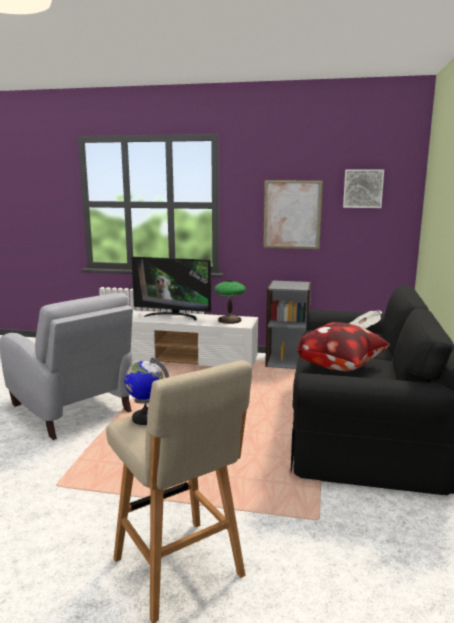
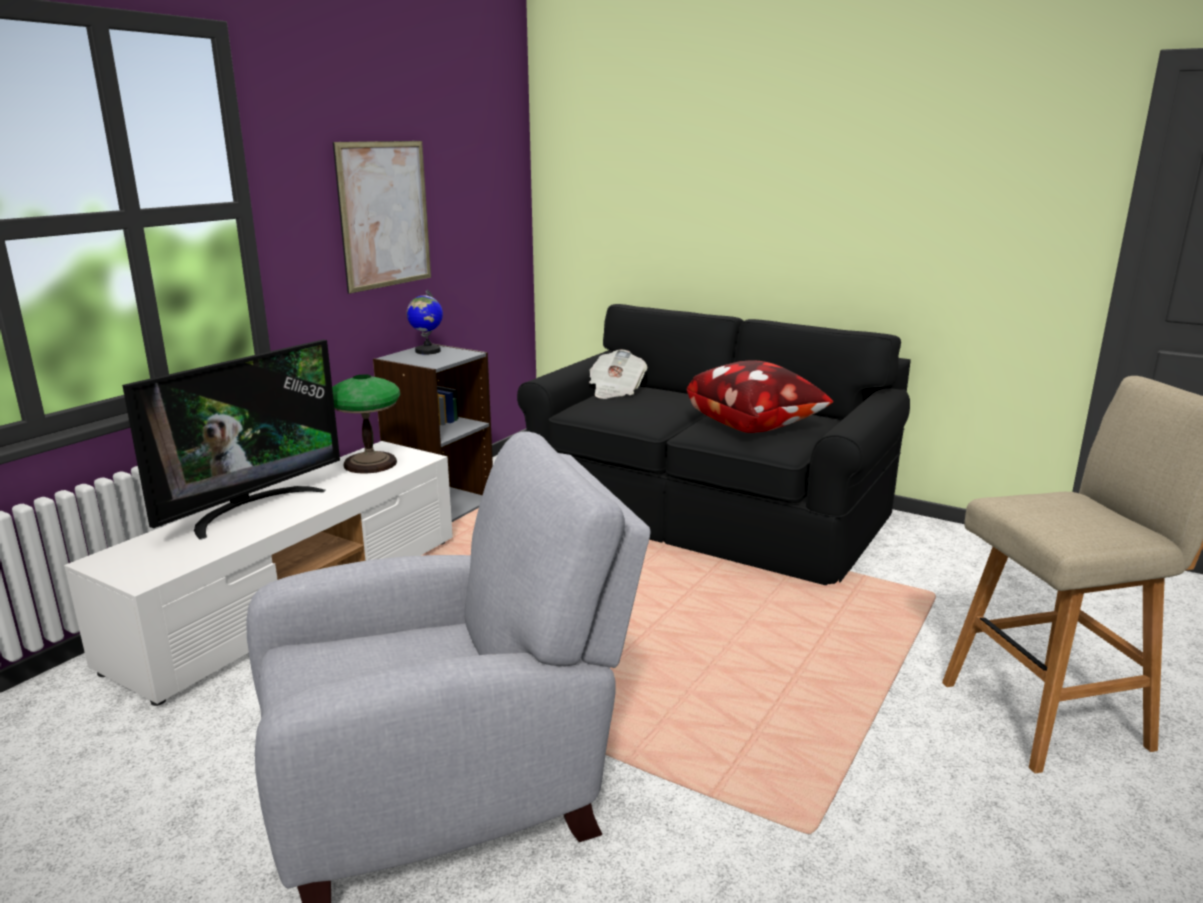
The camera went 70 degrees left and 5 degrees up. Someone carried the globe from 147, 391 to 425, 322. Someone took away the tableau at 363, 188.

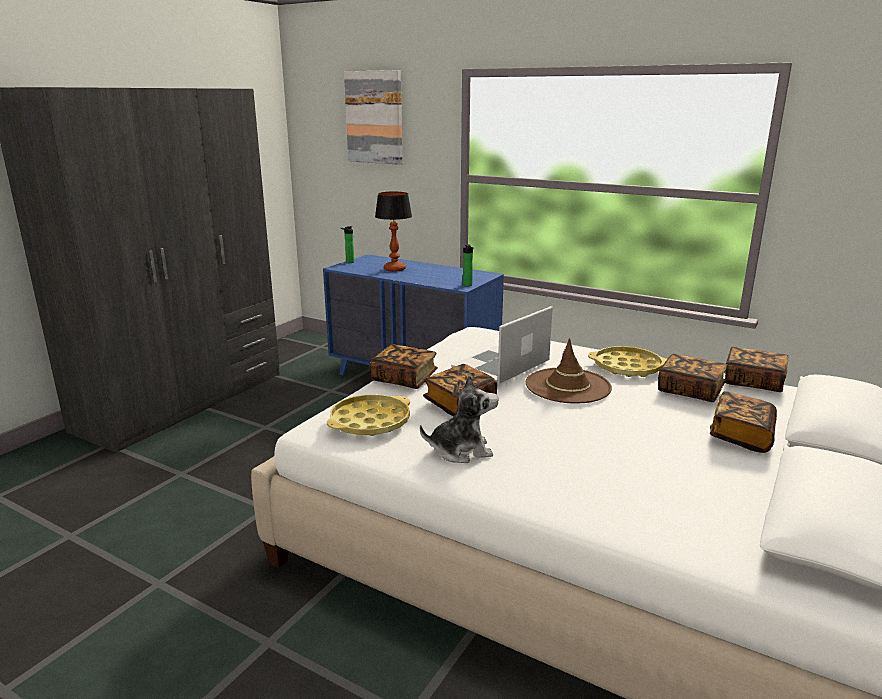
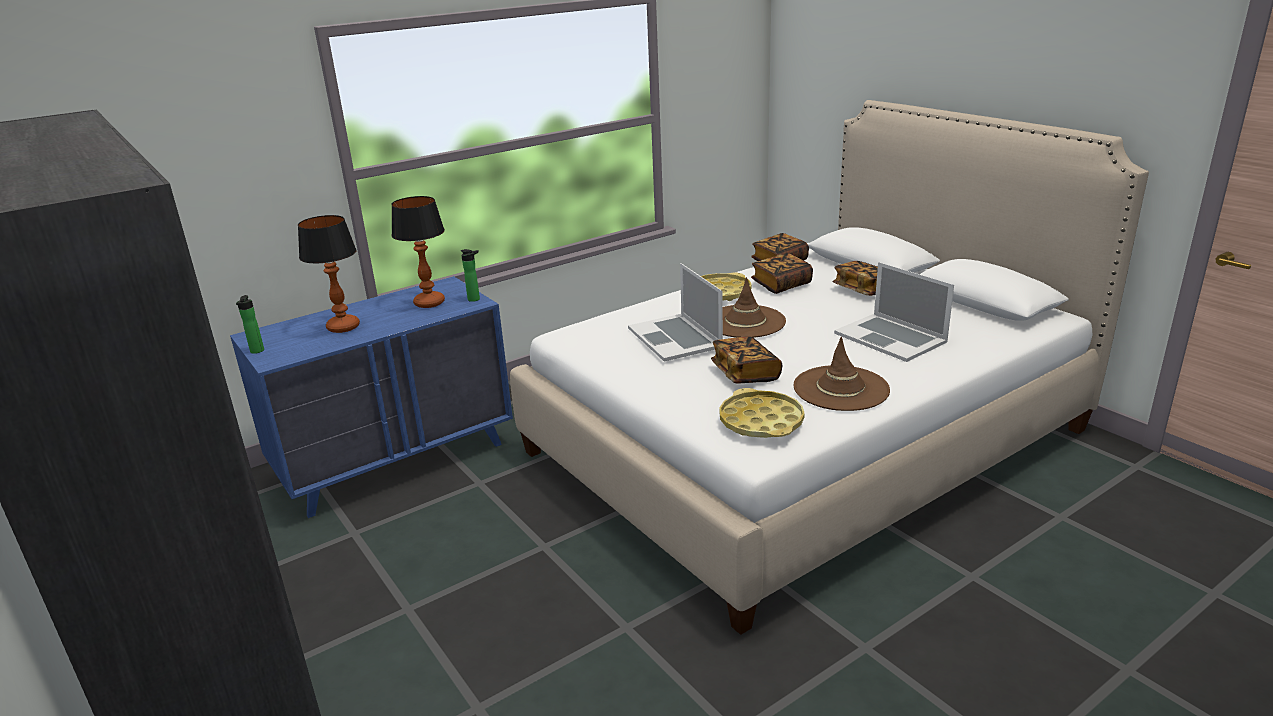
The camera went 65 degrees left and 5 degrees up. Someone took away the tableau at 373, 117. Someone took away the livre at 403, 366. Someone swapped the peluche at 459, 418 for the chapeau/marron at 842, 374. Someone put down the lampe de table at 418, 252. Someone put down the ordinateur portable at 894, 312.

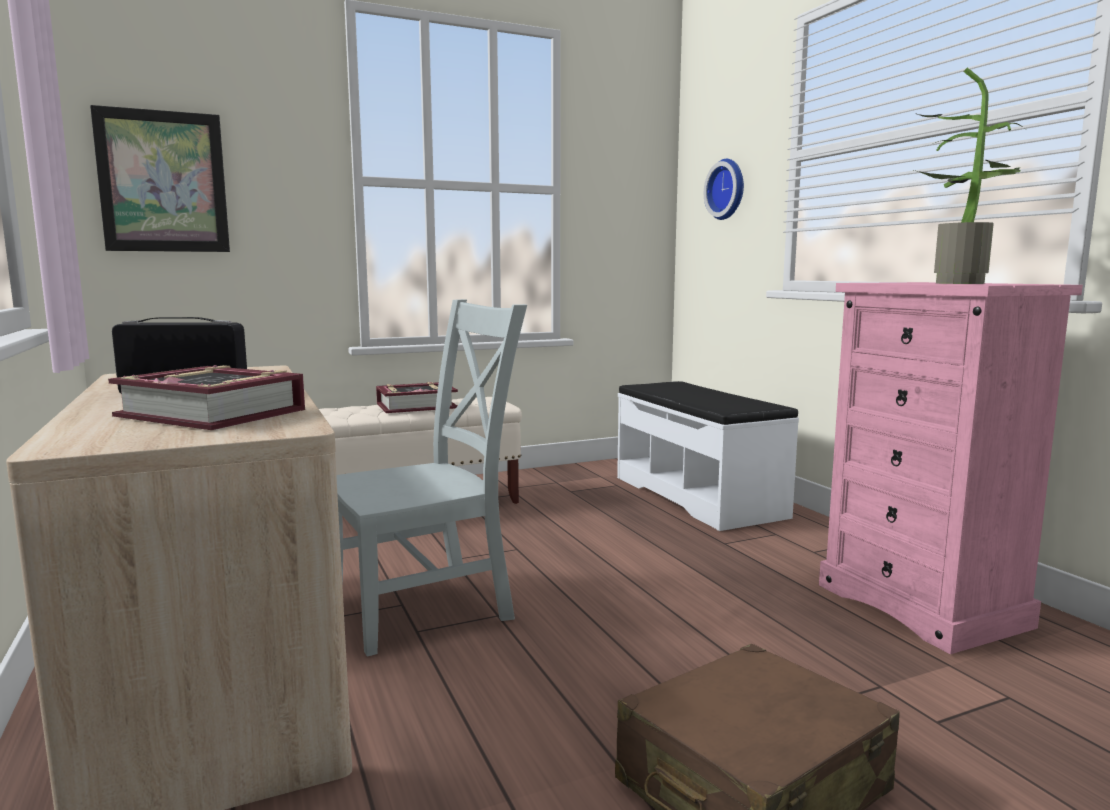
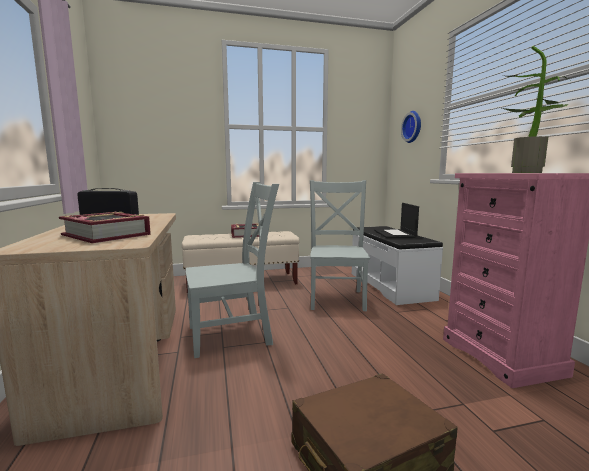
The camera went 10 degrees right and 0 degrees up. Someone took away the tableau at 160, 178. Someone put down the chaise/gris at 340, 245. Someone put down the ordinateur portable at 396, 220.

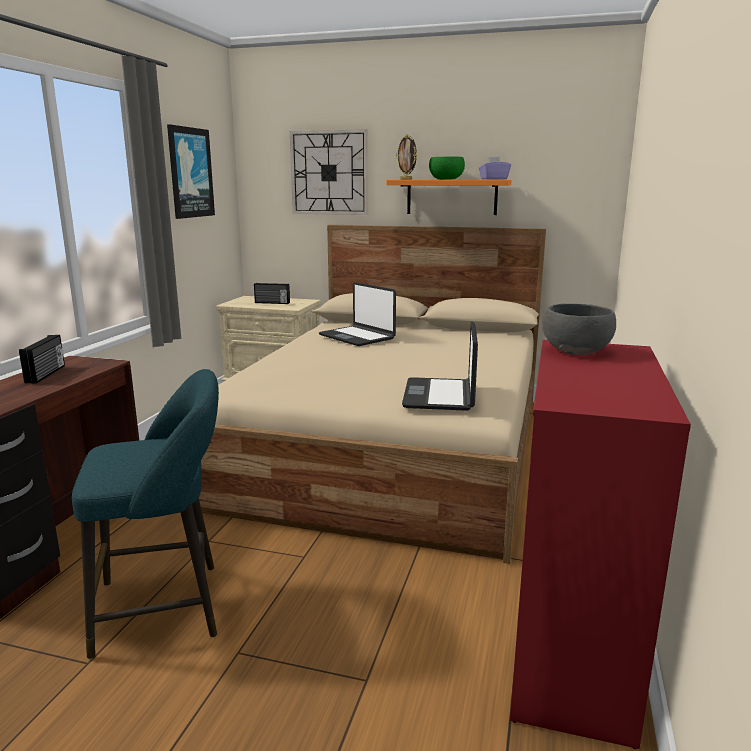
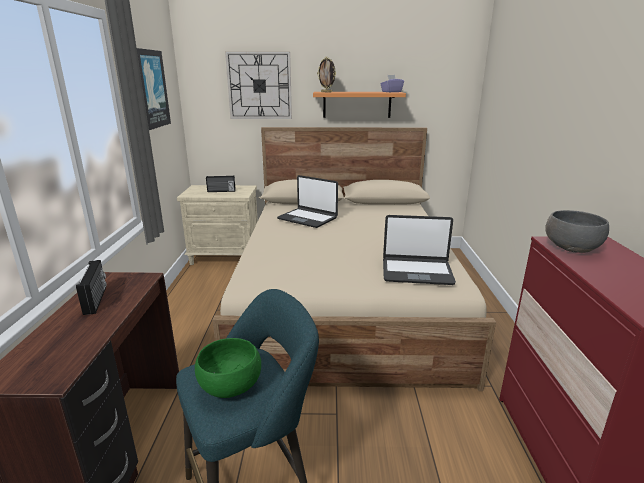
The camera went 15 degrees left and 5 degrees up. Someone rotated the ordinateur portable at 440, 366 by 75 degrees counterclockwise. Someone carried the bol/vert from 447, 168 to 228, 368.

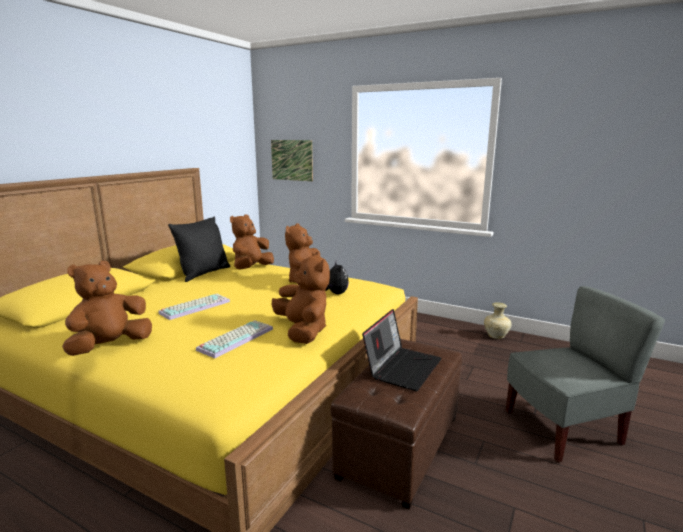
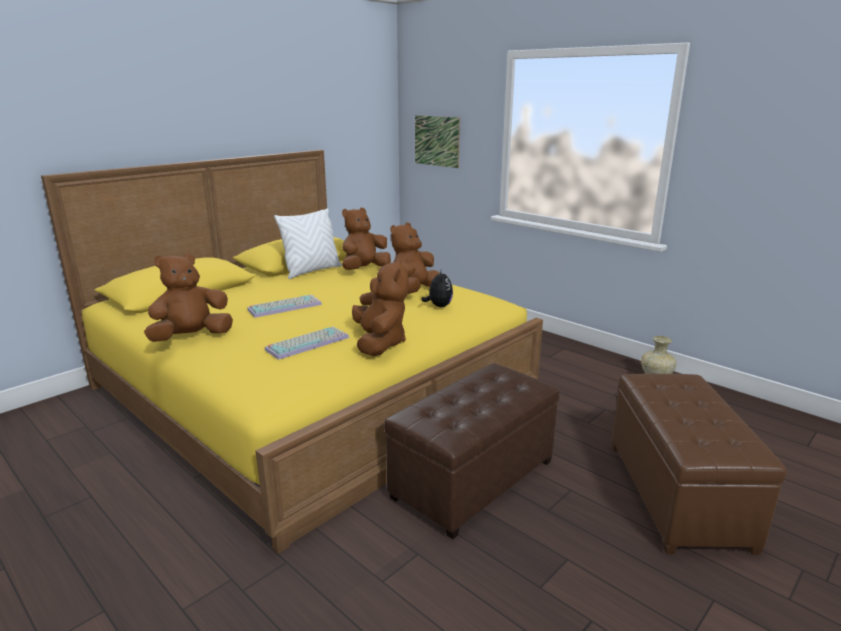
The camera went 15 degrees right and 5 degrees up. Someone repainted the coussin/noir at 199, 249, which became the coussin/blanc at 308, 243. Someone took away the ordinateur portable at 402, 350. Someone swapped the chaise/gris at 585, 374 for the pouf/marron at 699, 464.

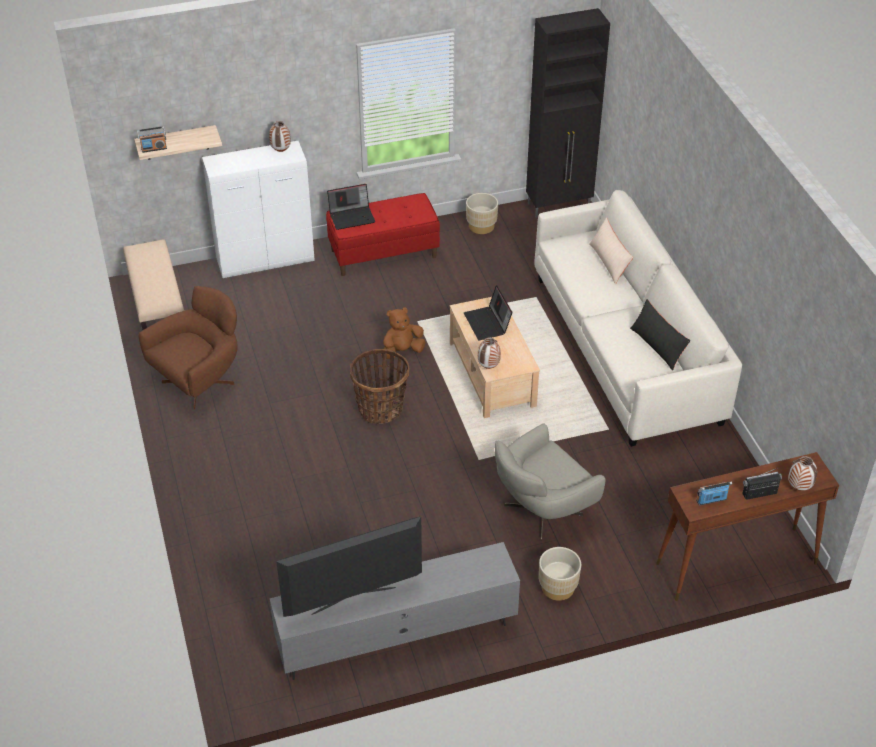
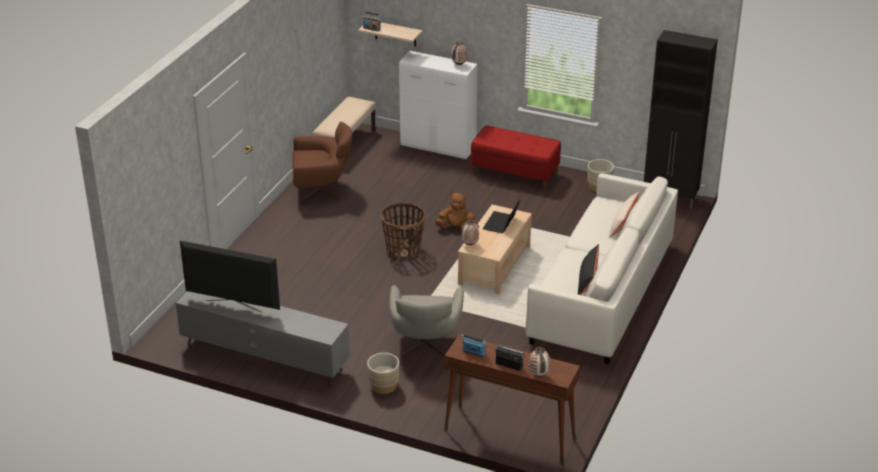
The camera went 40 degrees right and 10 degrees down. Someone took away the ordinateur portable at 351, 207. Someone rotated the fauteuil/gris at 550, 482 by 90 degrees counterclockwise.

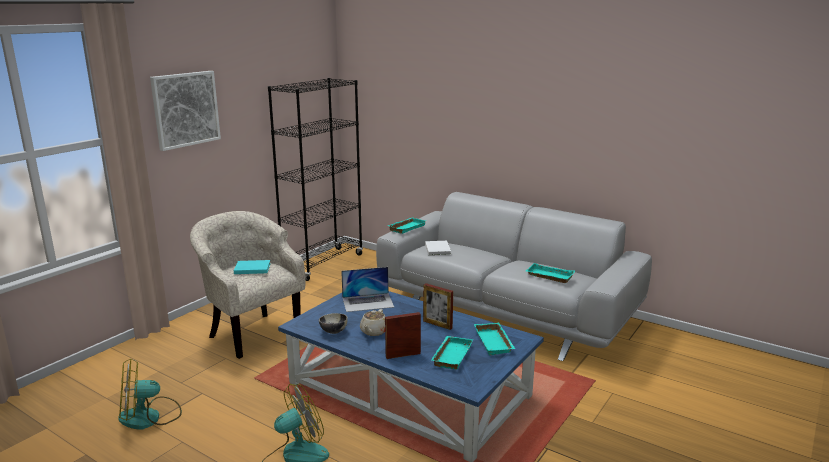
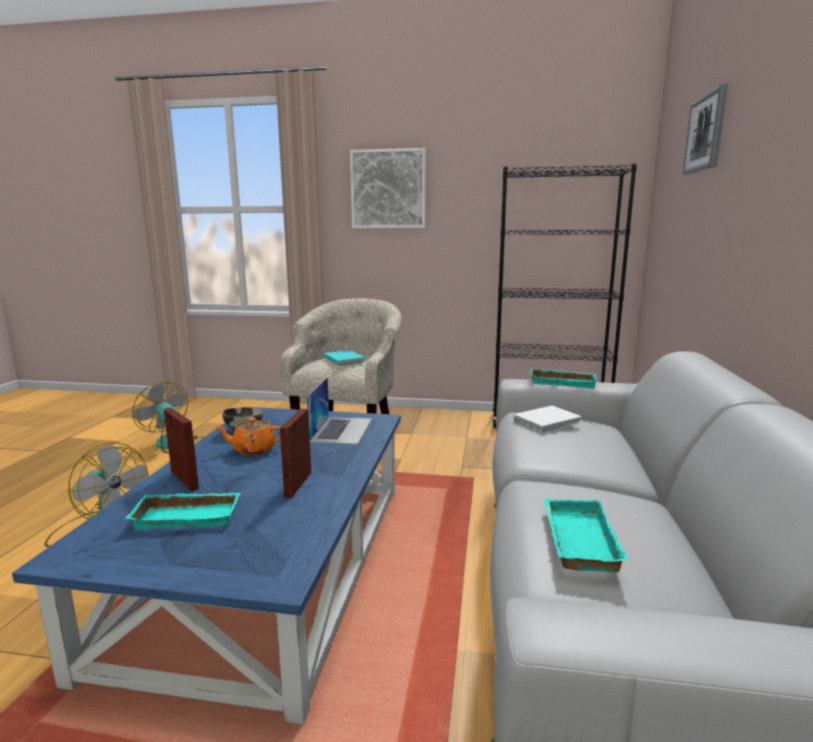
The camera went 65 degrees right and 5 degrees down. Someone rotated the ordinateur portable at 367, 289 by 135 degrees counterclockwise. Someone repainted the théière/beige at 373, 322, which became the théière/orange at 248, 436. Someone took away the plateau/turquoise at 494, 339. Someone put up the tableau at 705, 129.

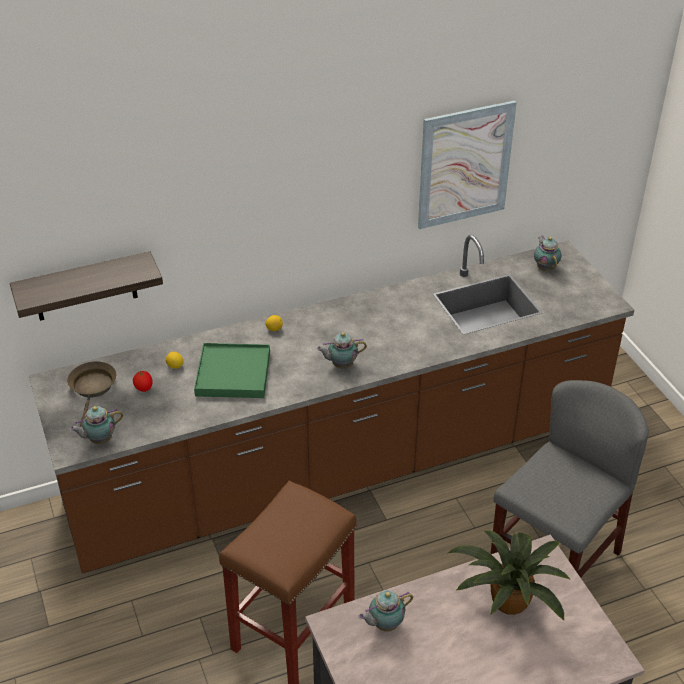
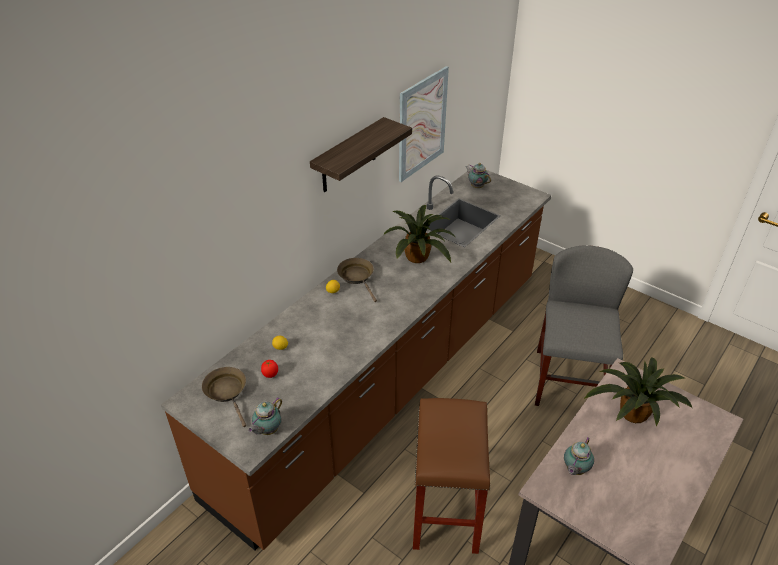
The camera went 30 degrees left and 0 degrees up. Someone carried the étagère from 86, 286 to 361, 154. Someone took away the plateau/vert at 232, 370. Someone took away the théière at 342, 350. Someone put down the poêle/marron at 357, 280. Someone put down the plante en pot at 420, 234.

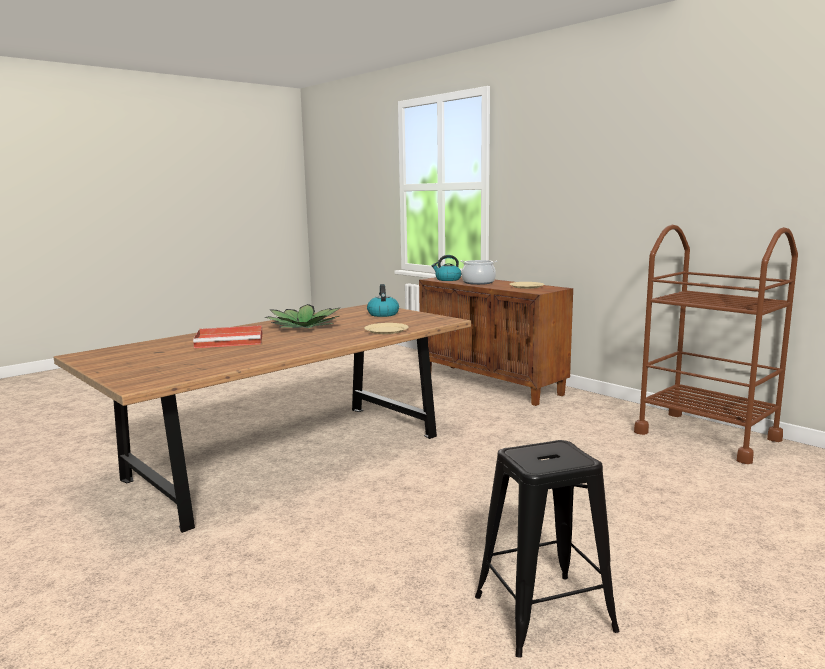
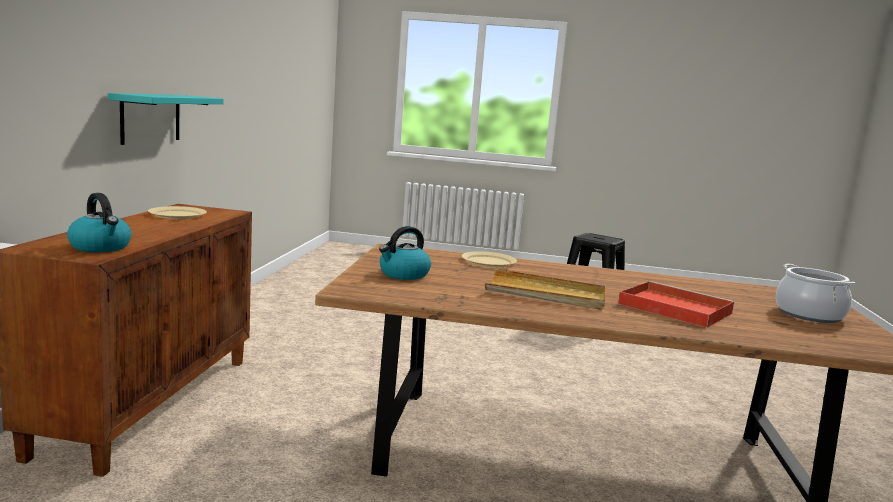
The camera went 130 degrees left and 0 degrees up. Someone swapped the plante en pot at 302, 316 for the plateau/beige at 545, 289. Someone carried the marmite from 479, 272 to 815, 293. Someone took away the chariot/marron at 716, 344. Someone put up the étagère/turquoise at 166, 119.

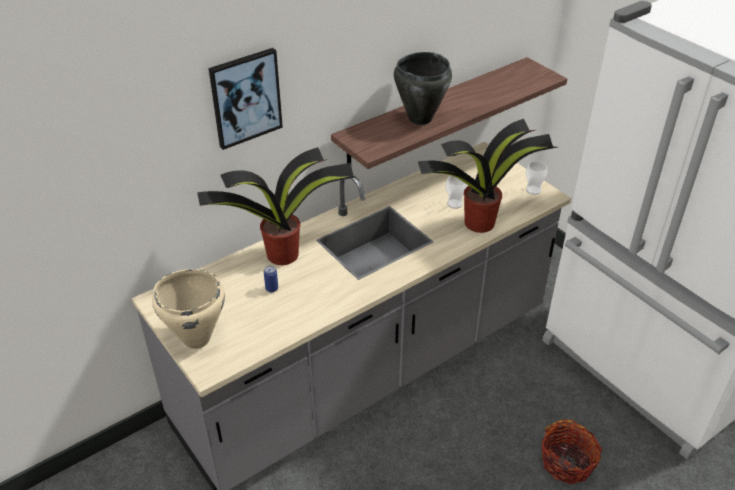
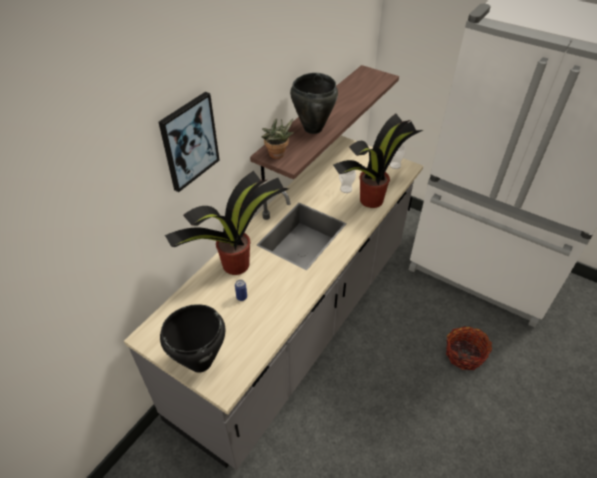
The camera went 20 degrees left and 5 degrees up. Someone repainted the marmite/beige at 188, 309, which became the marmite/noir at 192, 338. Someone put down the plante en pot at 278, 139.

